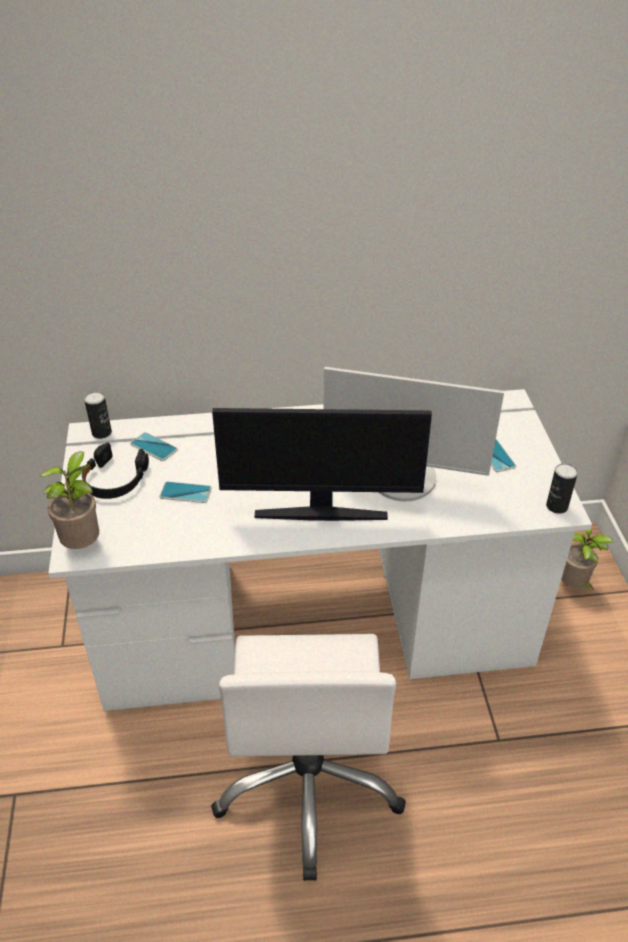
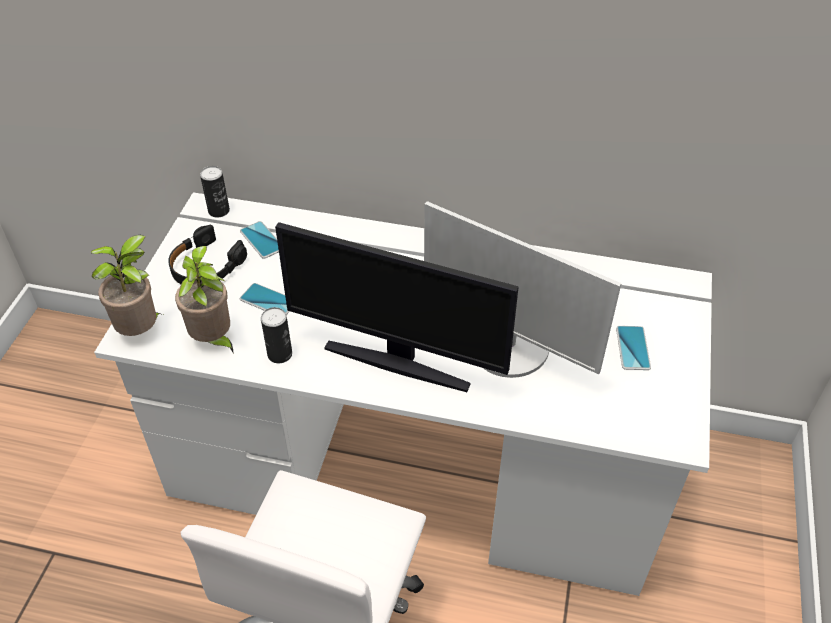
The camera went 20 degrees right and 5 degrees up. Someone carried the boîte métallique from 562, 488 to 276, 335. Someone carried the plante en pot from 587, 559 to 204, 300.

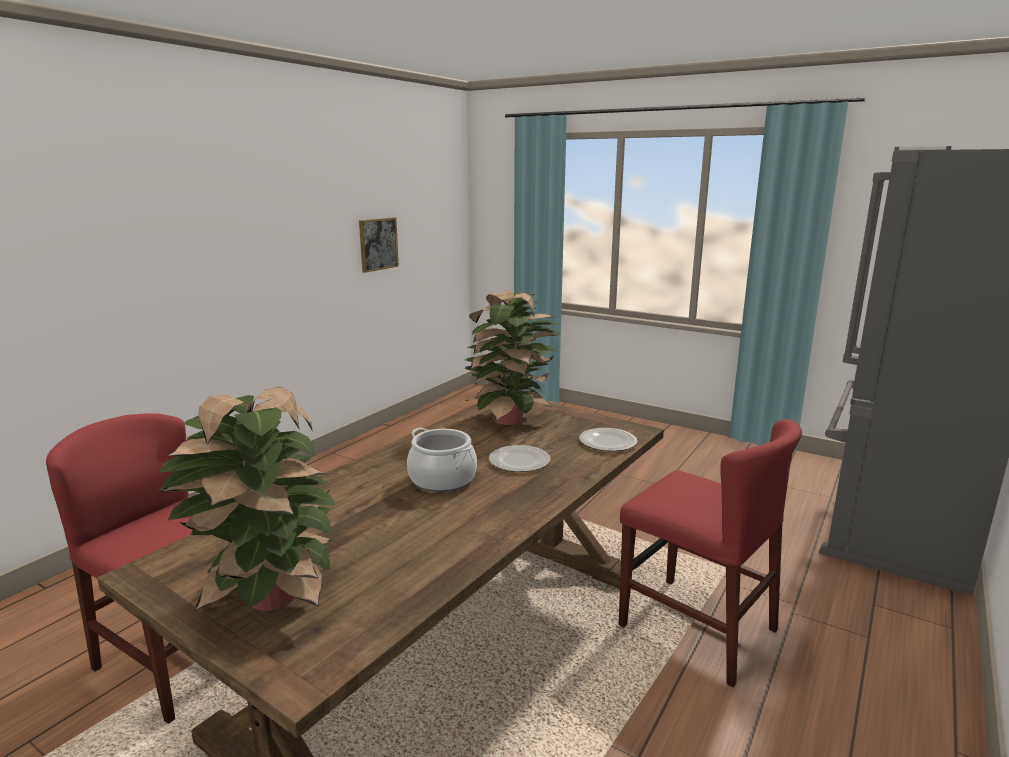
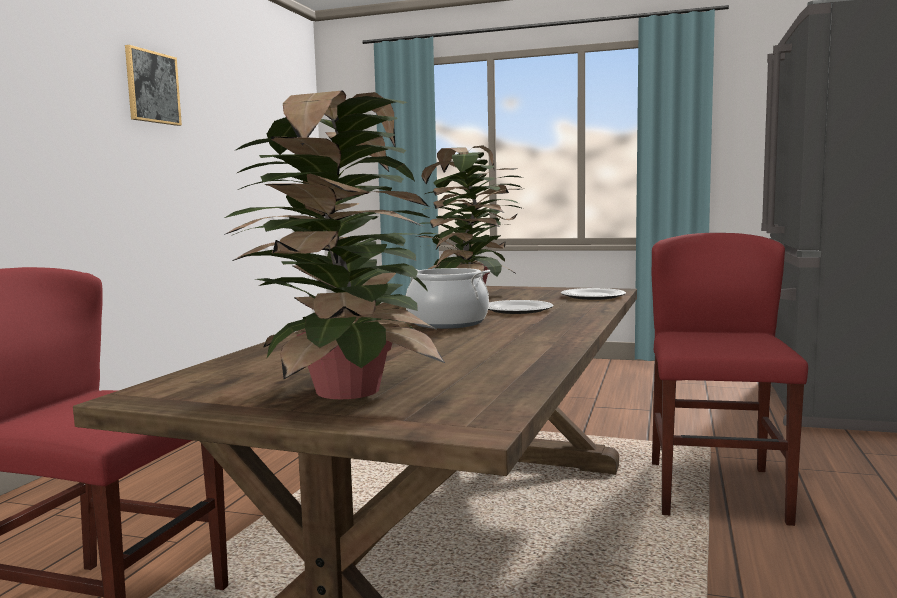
The camera went 15 degrees left and 10 degrees down. Someone carried the tableau from 379, 245 to 153, 85. Someone rotated the chaise/rouge at 710, 553 by 105 degrees counterclockwise.

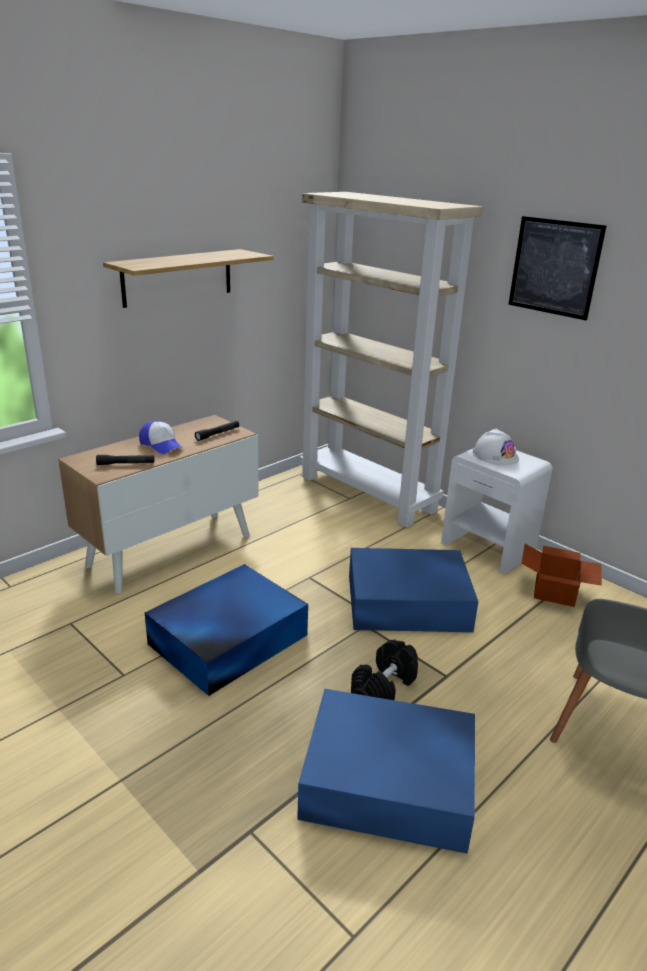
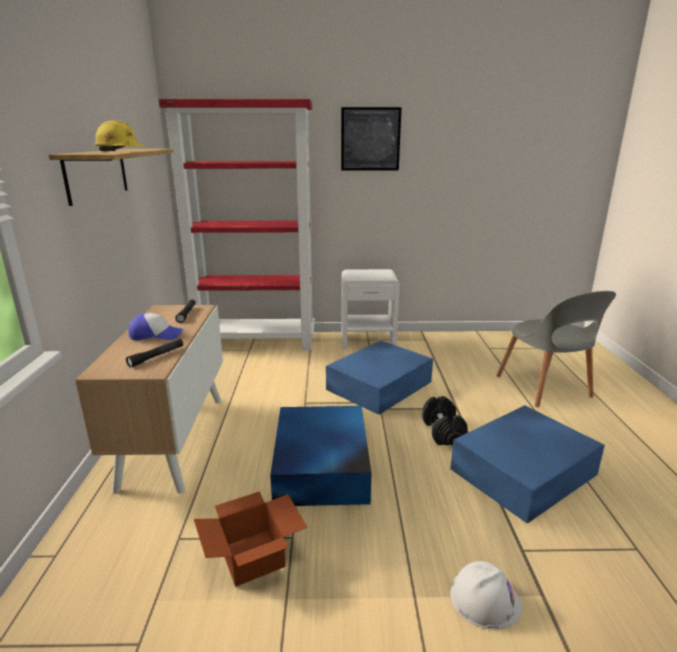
The camera went 45 degrees left and 5 degrees down. Someone repainted the bibliothèque/beige at 391, 360, which became the bibliothèque/rouge at 236, 224. Someone carried the casque de chantier/blanc from 495, 447 to 486, 595. Someone carried the carton from 562, 575 to 250, 539. Someone put down the casque de chantier/jaune at 118, 135.

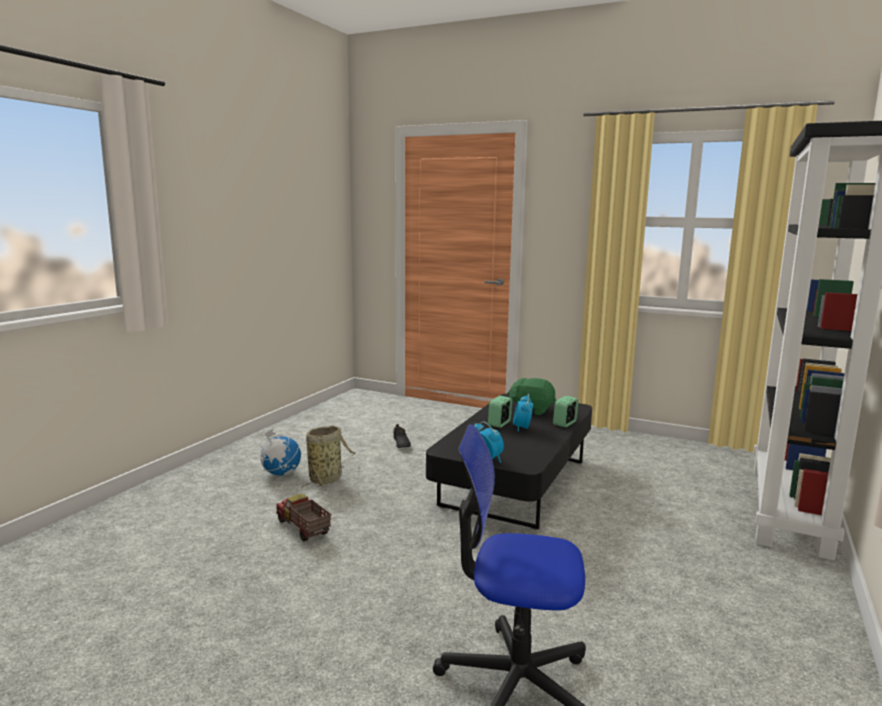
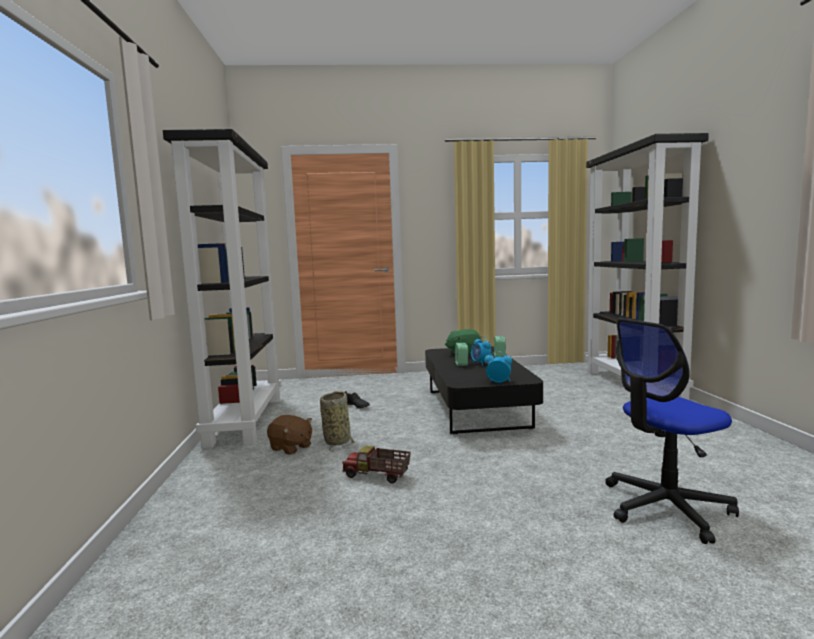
The camera went 30 degrees left and 5 degrees down. Someone swapped the globe at 280, 452 for the peluche/marron at 289, 435. Someone put down the bibliothèque/noir at 222, 288.

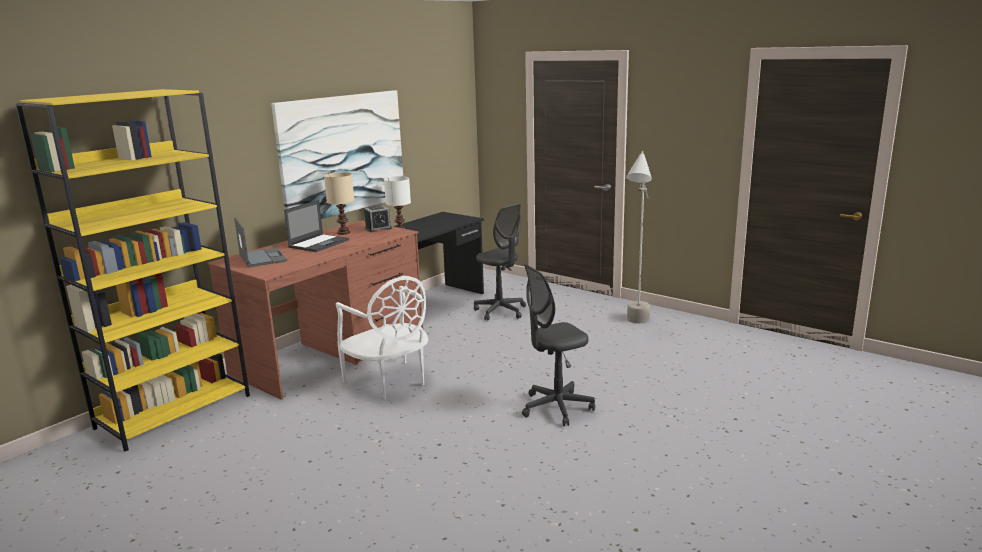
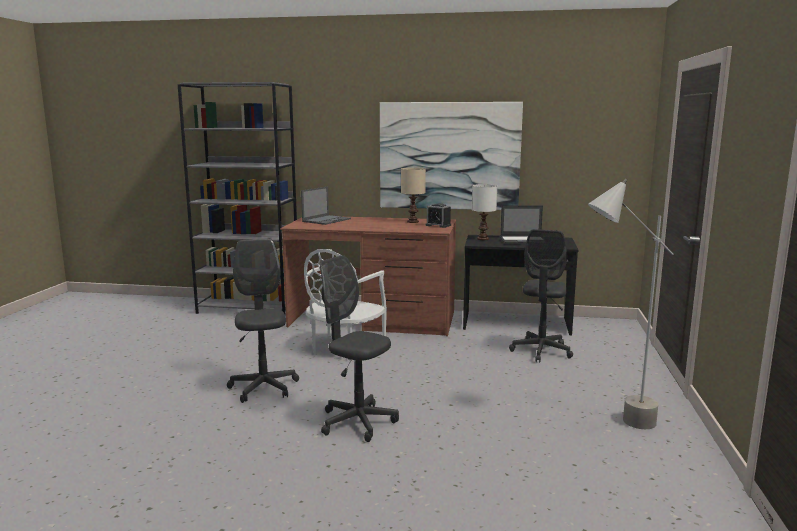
The camera went 60 degrees right and 5 degrees down. Someone repainted the bibliothèque/jaune at 132, 270, which became the bibliothèque/gris at 237, 199. Someone carried the ordinateur portable from 316, 226 to 521, 225. Someone put down the chaise de bureau/gris at 263, 321.

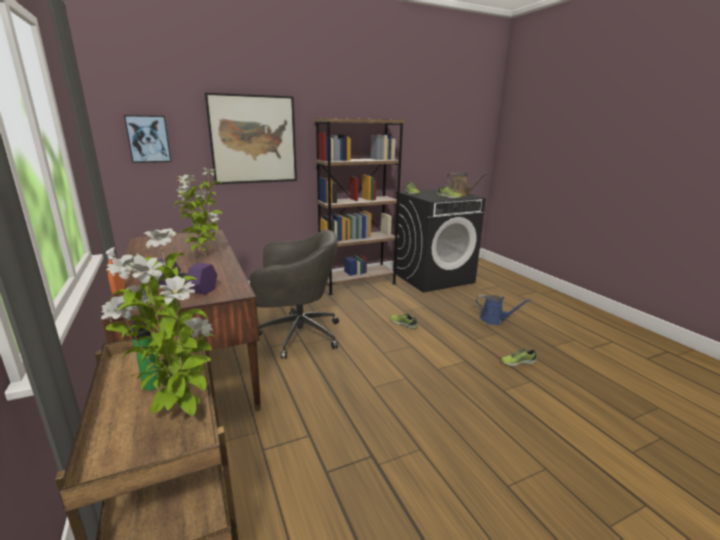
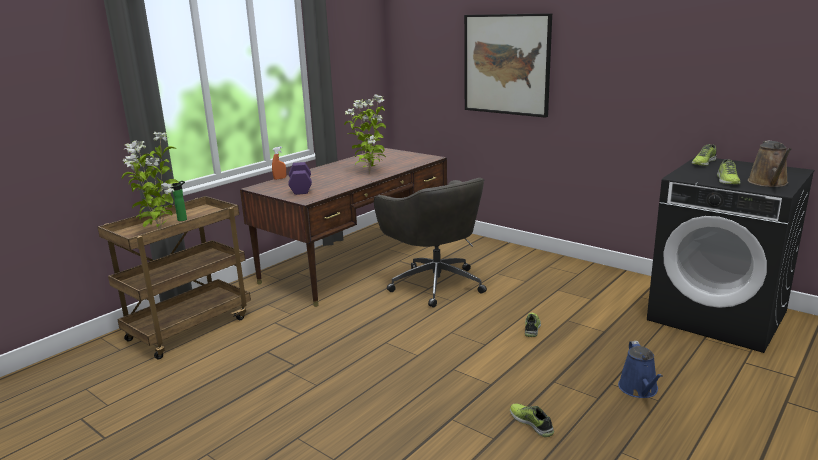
The camera went 65 degrees right and 0 degrees up. Someone took away the tableau at 147, 139. Someone took away the bibliothèque/marron at 359, 206.

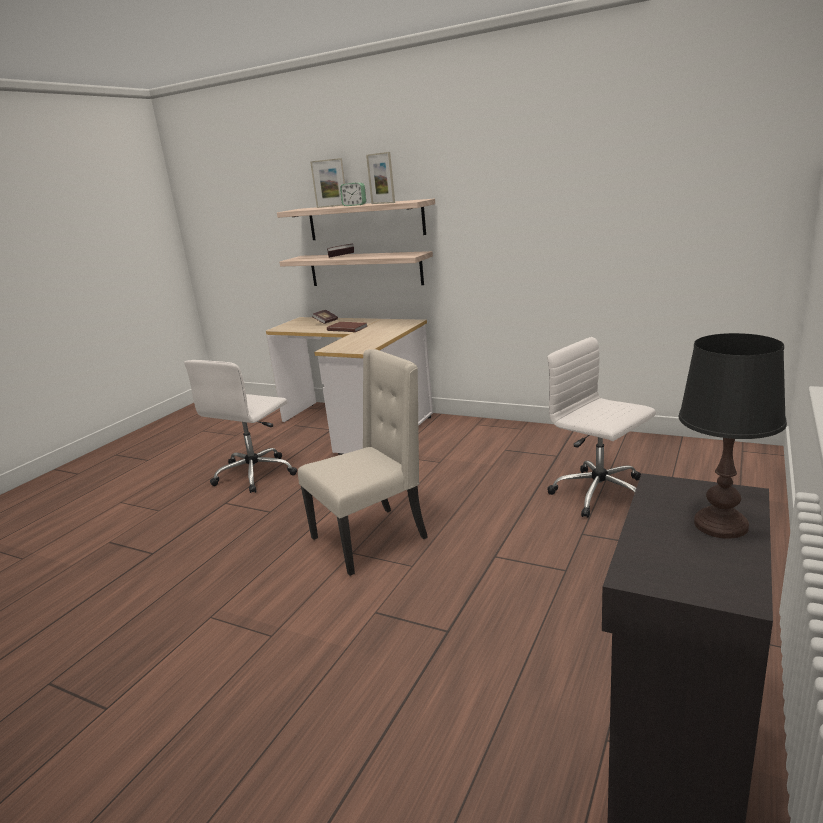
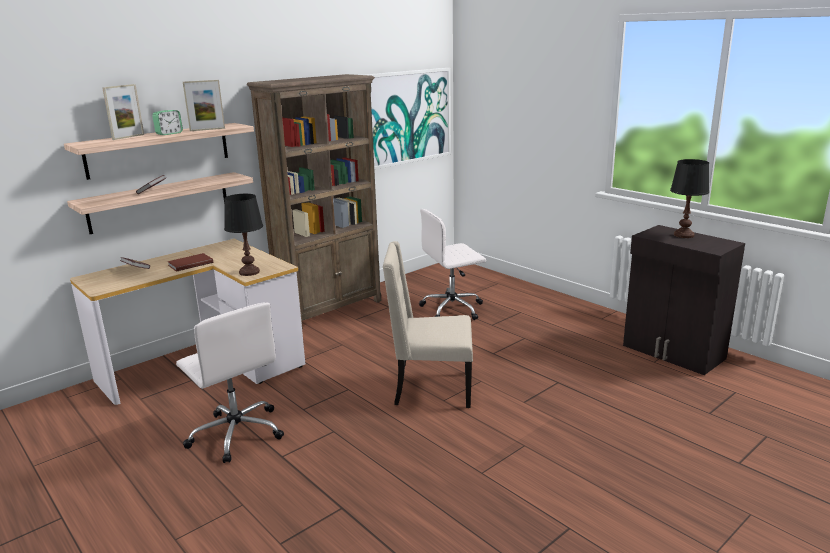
The camera went 70 degrees left and 0 degrees up. Someone rotated the chaise/beige at 363, 462 by 75 degrees counterclockwise. Someone put down the lampe de table/noir at 243, 235. Someone put down the bibliothèque/marron at 314, 201. Someone put up the tableau at 408, 119.

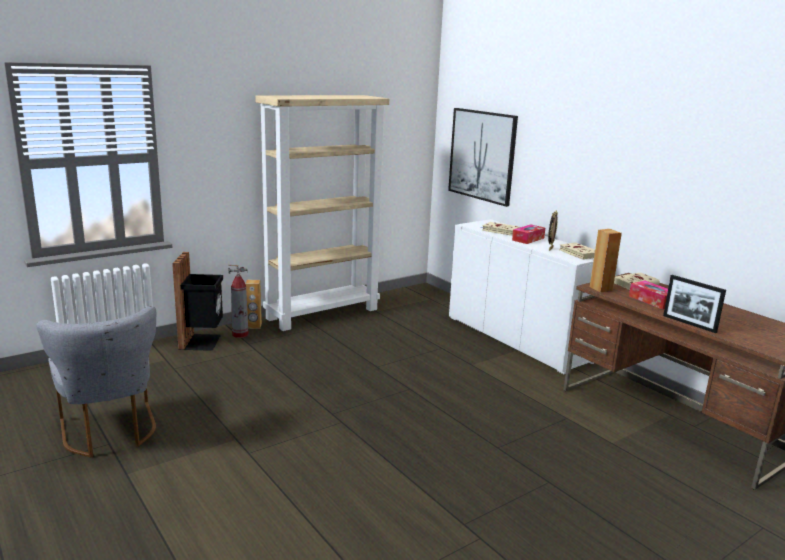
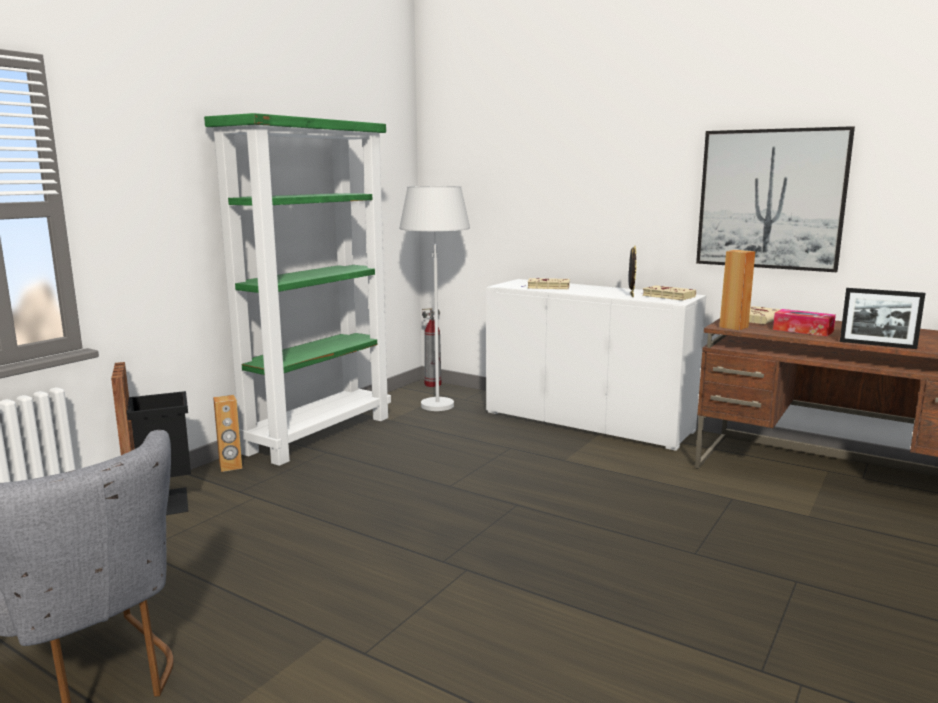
The camera went 20 degrees left and 5 degrees down. Someone carried the extincteur from 238, 301 to 431, 347. Someone repainted the bibliothèque/beige at 322, 213, which became the bibliothèque/vert at 297, 289. Someone carried the tableau from 483, 157 to 775, 199. Someone took away the boîte à mouchoirs at 528, 234. Someone put down the lampadaire/blanc at 435, 298.

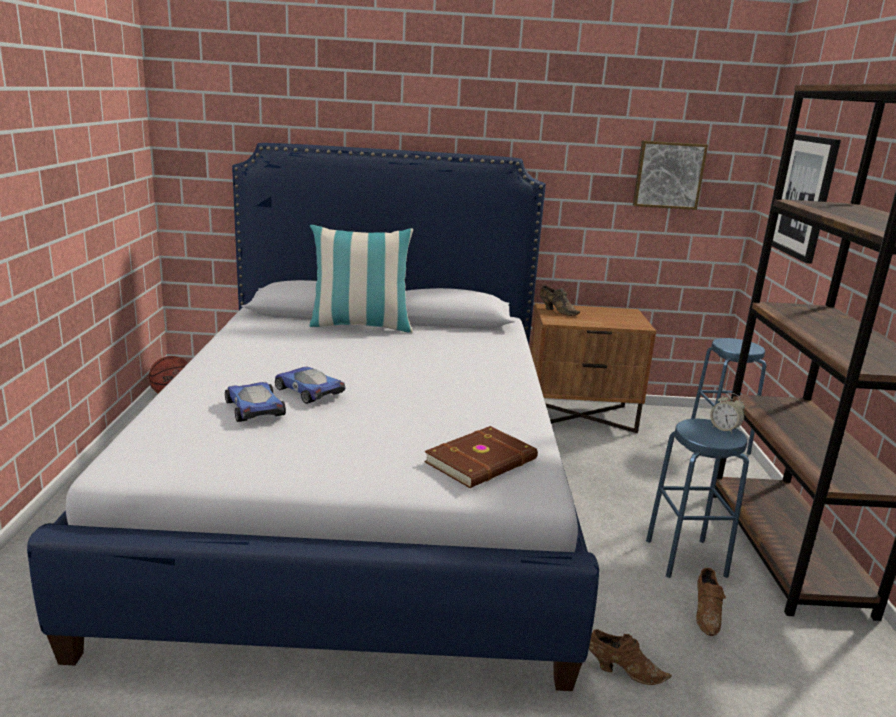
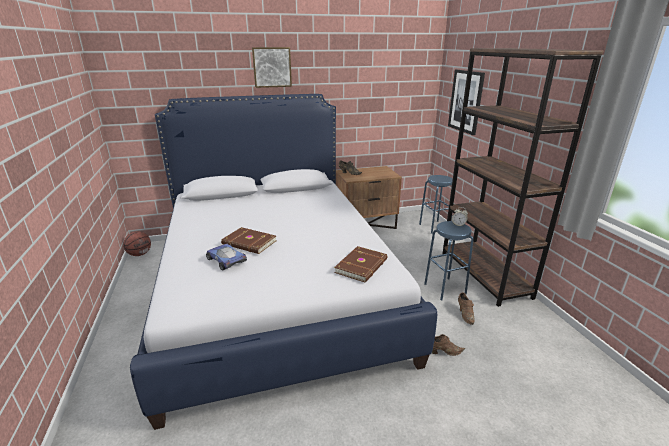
The camera went 15 degrees left and 5 degrees up. Someone swapped the petite voiture at 310, 385 for the livre/marron at 249, 240. Someone took away the coussin at 361, 279. Someone carried the tableau from 670, 175 to 272, 67.

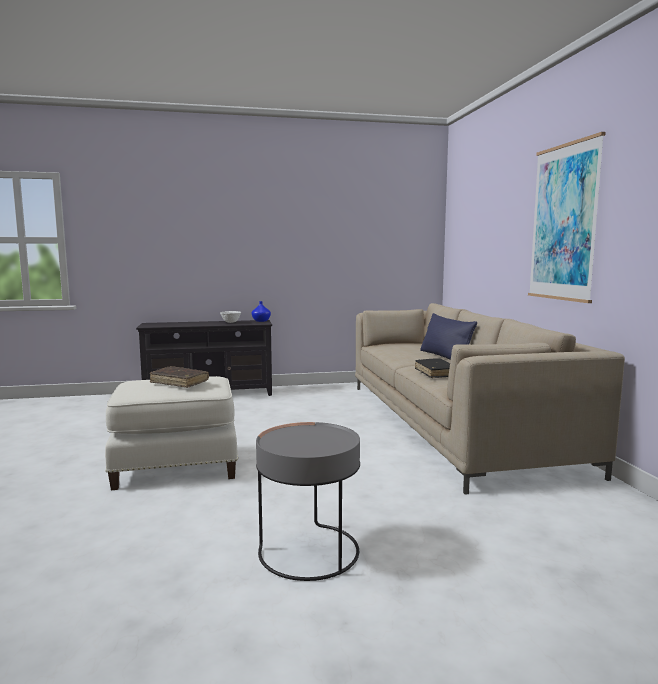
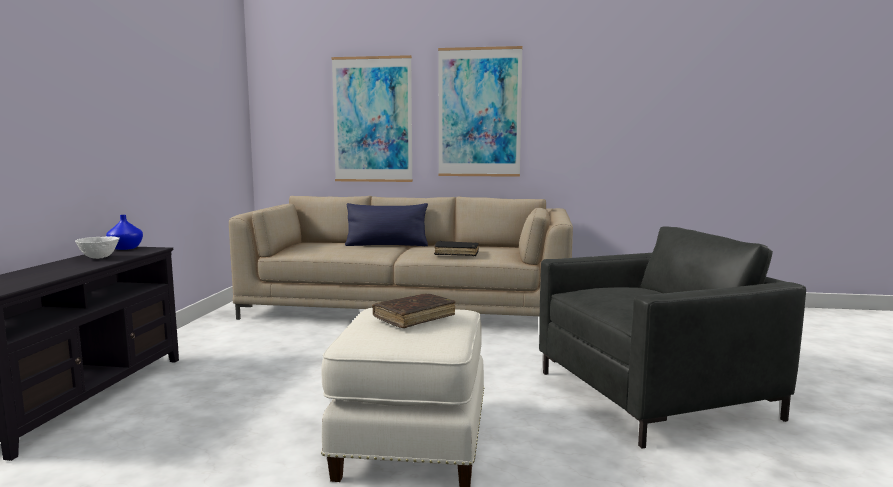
The camera went 70 degrees left and 0 degrees up. Someone swapped the table d'appoint/gris at 308, 501 for the fauteuil/gris at 672, 337. Someone put up the tableau at 372, 118.

